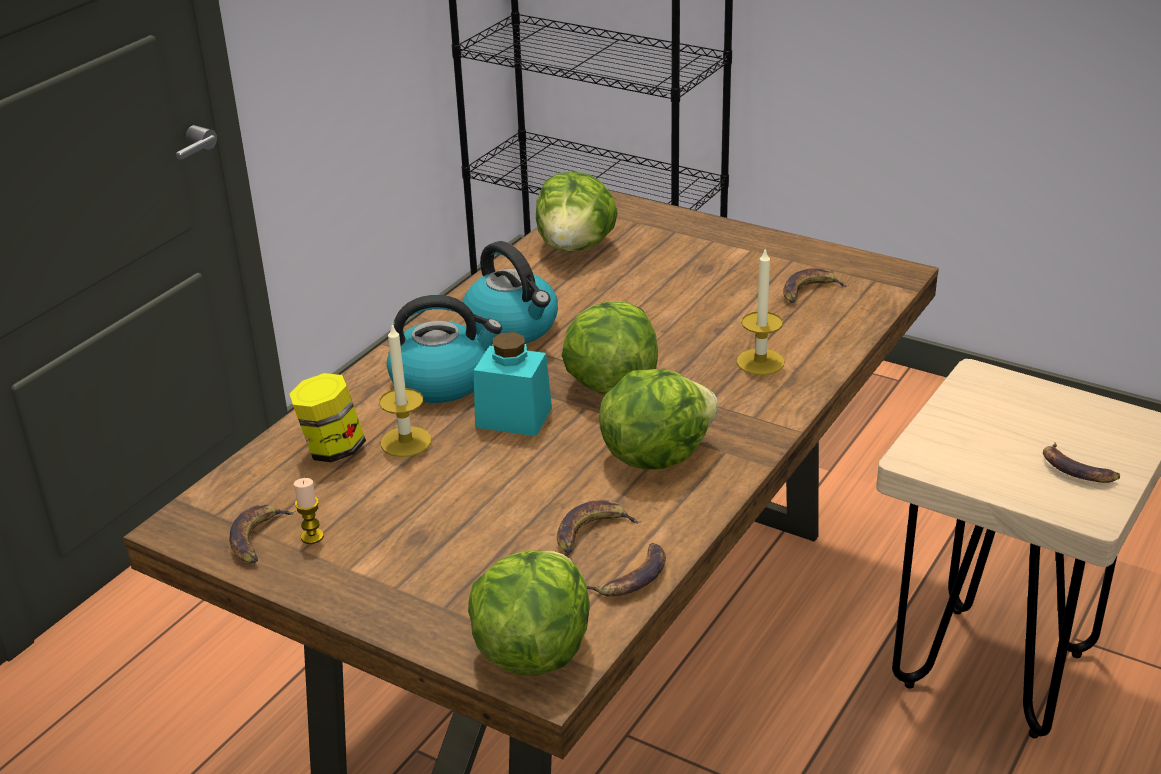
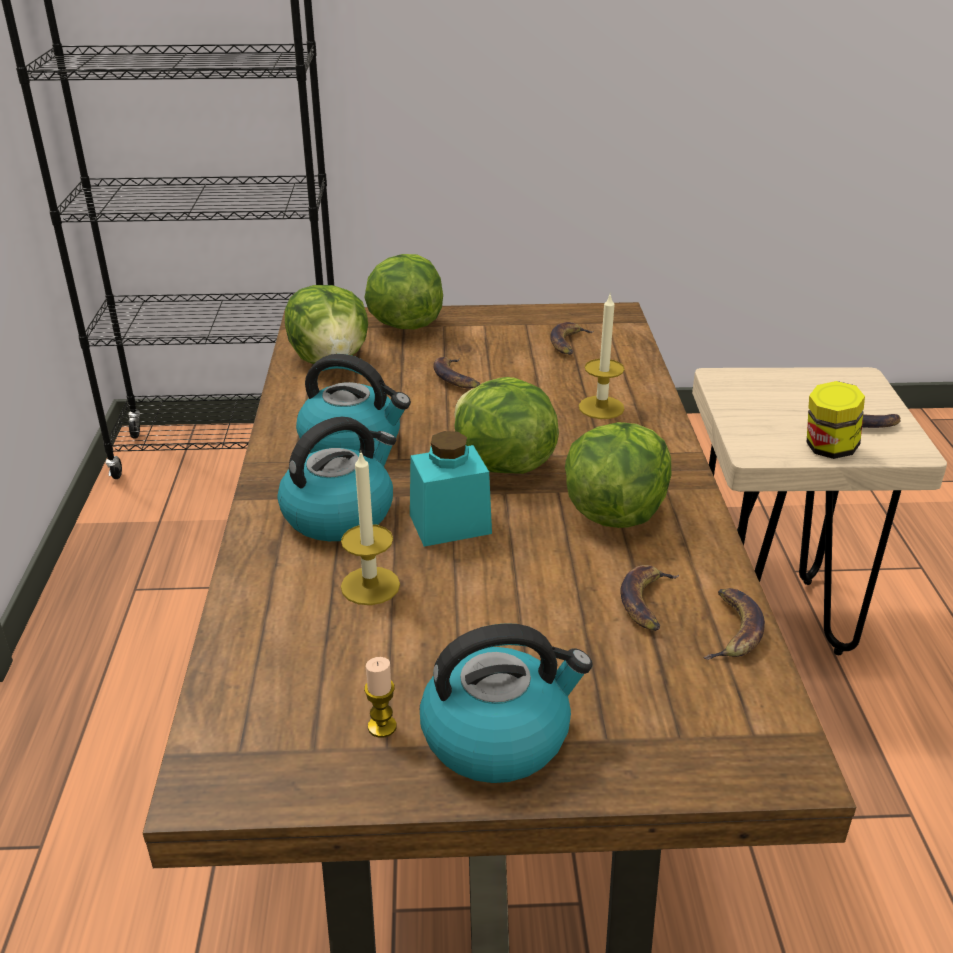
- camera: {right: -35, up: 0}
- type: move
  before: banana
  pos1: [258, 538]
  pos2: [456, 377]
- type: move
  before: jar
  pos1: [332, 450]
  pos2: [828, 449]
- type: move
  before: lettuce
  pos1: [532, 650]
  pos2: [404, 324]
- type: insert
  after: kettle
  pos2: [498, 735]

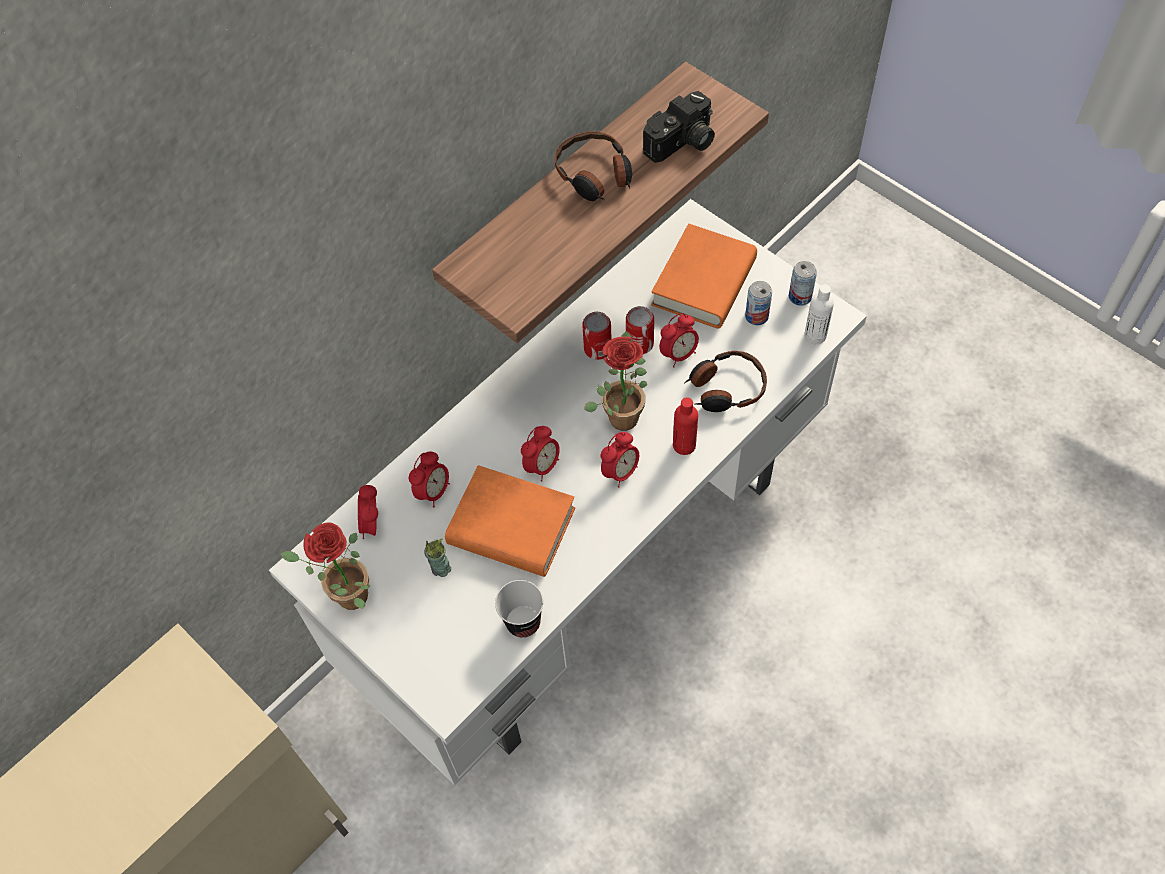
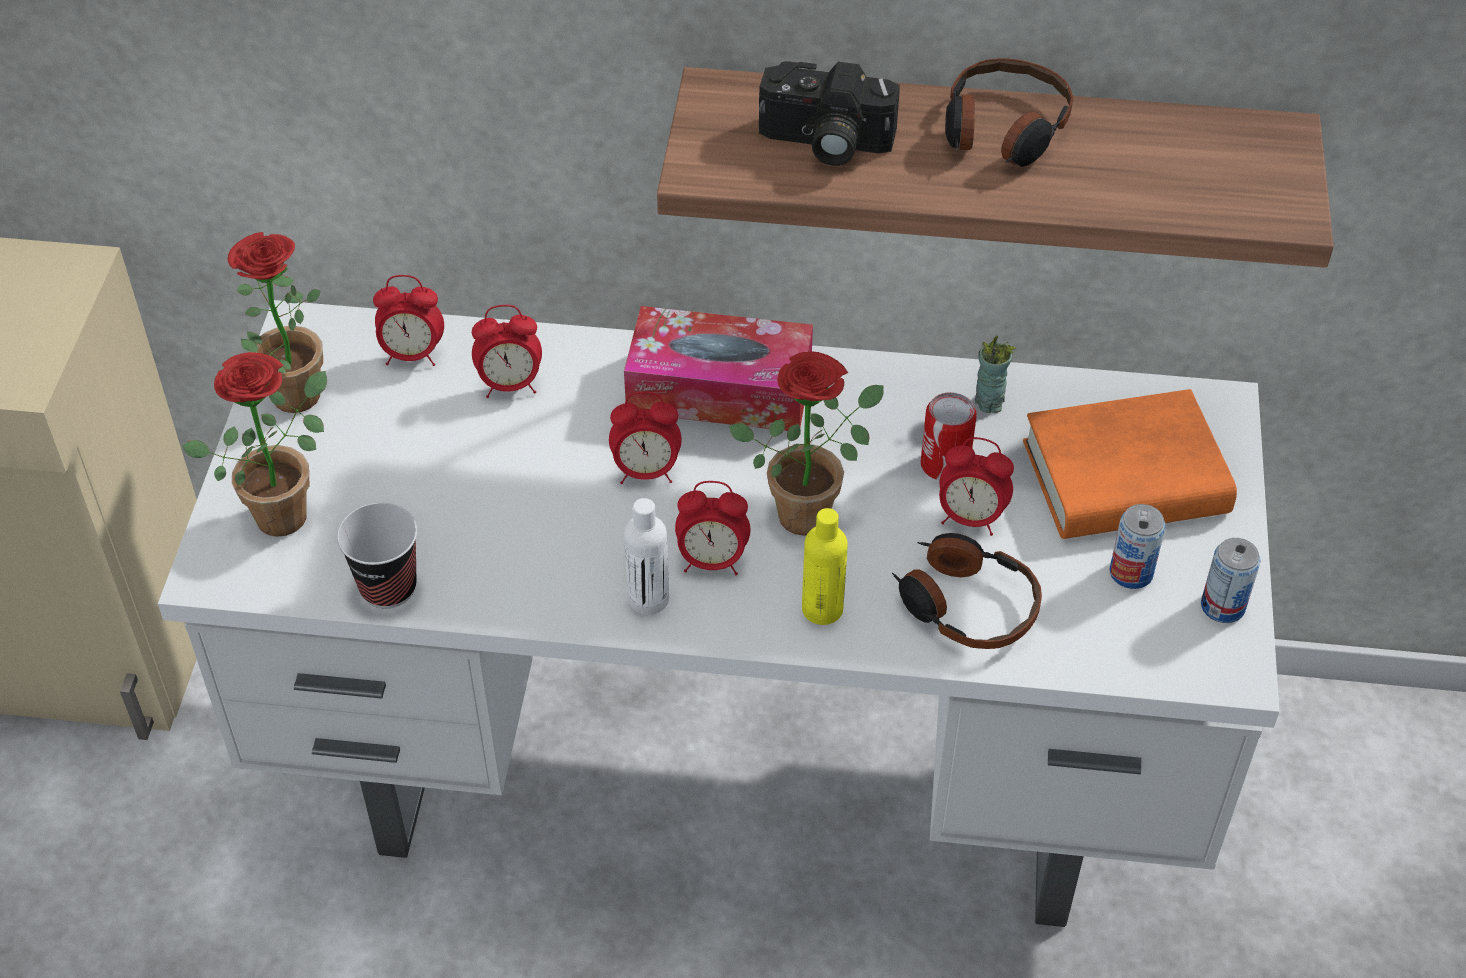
- camera: {right: 50, up: -10}
- type: rotate
  before: alarm clock
  pos1: [372, 524]
  pos2: [412, 355]
  turn: -135
- type: move
  before: cup
  pos1: [440, 569]
  pos2: [988, 402]
- type: delete
  before: book/orange
  pos1: [511, 527]
- type: delete
  before: can
  pos1: [597, 349]
- type: move
  before: photo camera
  pos1: [682, 143]
  pos2: [824, 143]
- type: recolor
  before: bottle/red
  after: bottle/yellow
  pos1: [684, 445]
  pos2: [822, 609]
- type: move
  before: bottle/white
  pos1: [815, 335]
  pos2: [648, 599]
- type: insert
  after: potted plant
  pos2: [287, 508]
- type: insert
  after: tissue box
  pos2: [719, 389]

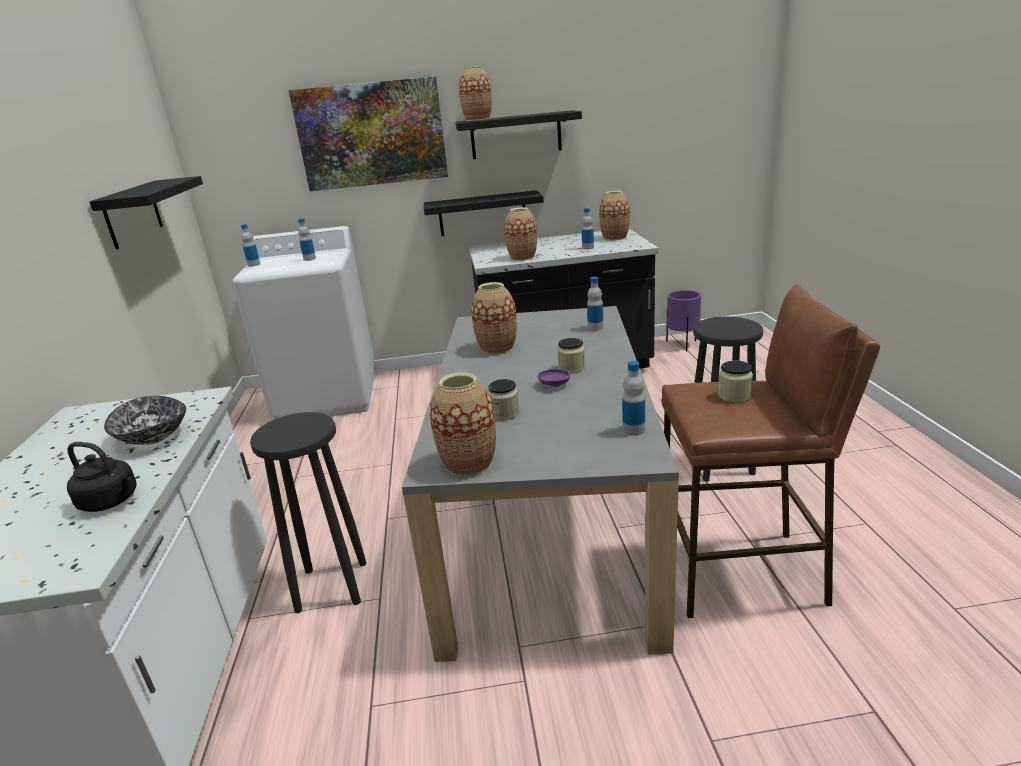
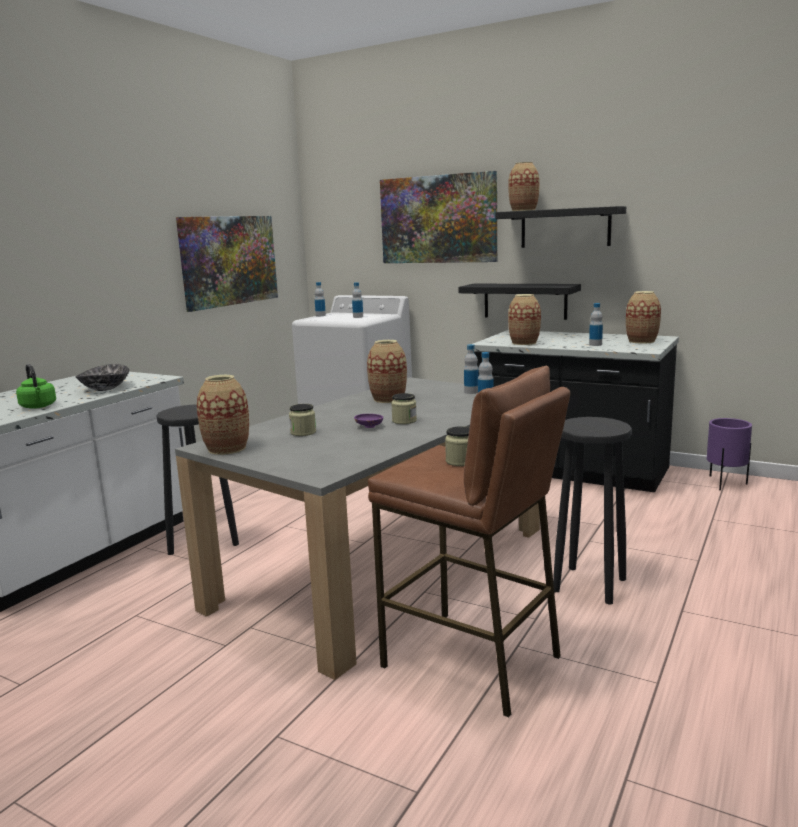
- camera: {right: 35, up: -10}
- type: recolor
  before: kettle/black
  after: kettle/green
  pos1: [112, 501]
  pos2: [38, 407]
- type: replace
  before: shelf/black
  after: picture
  pos1: [132, 213]
  pos2: [229, 260]
- type: move
  before: bottle
  pos1: [633, 430]
  pos2: [471, 392]

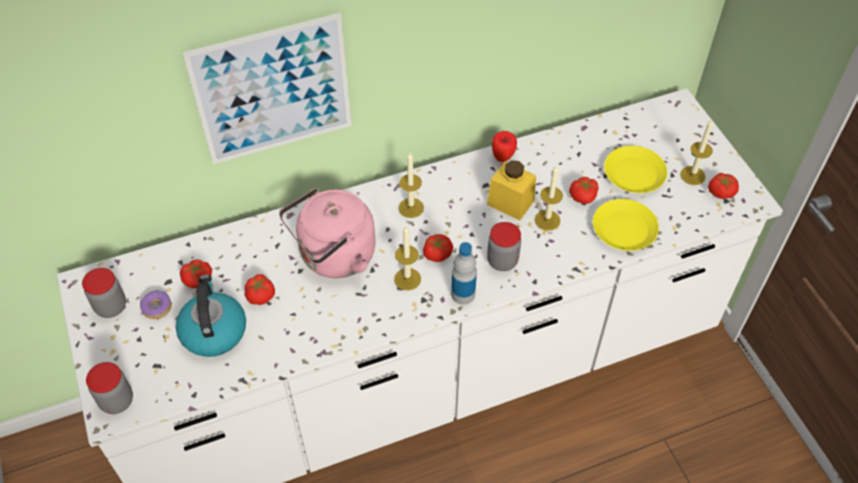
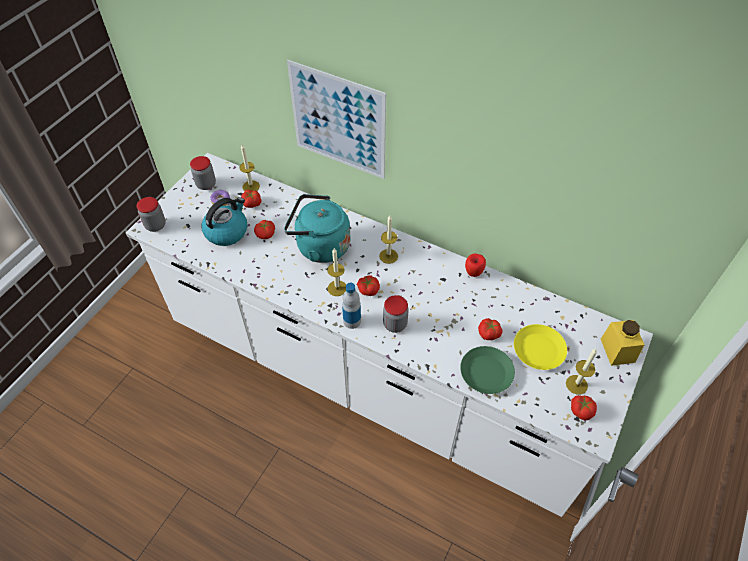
- camera: {right: 50, up: 0}
- type: recolor
  before: kettle/pink
  after: kettle/turquoise
  pos1: [334, 257]
  pos2: [319, 246]
- type: move
  before: jar/yellow
  pos1: [510, 202]
  pos2: [617, 350]
- type: move
  before: candle
  pos1: [547, 220]
  pos2: [251, 186]
- type: recolor
  before: plate/yellow
  after: plate/green
  pos1: [623, 230]
  pos2: [485, 372]

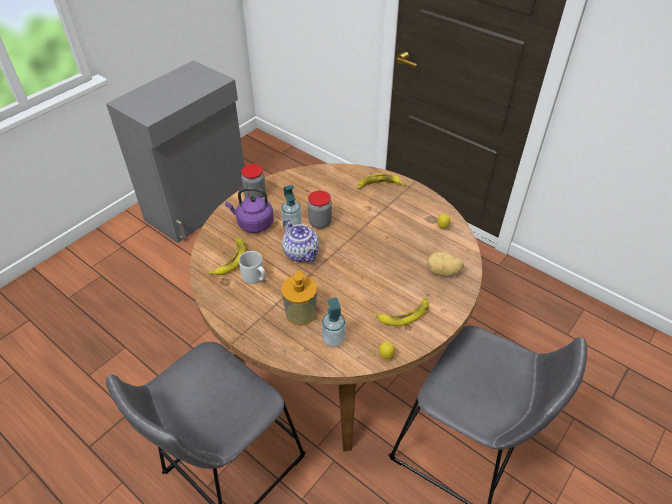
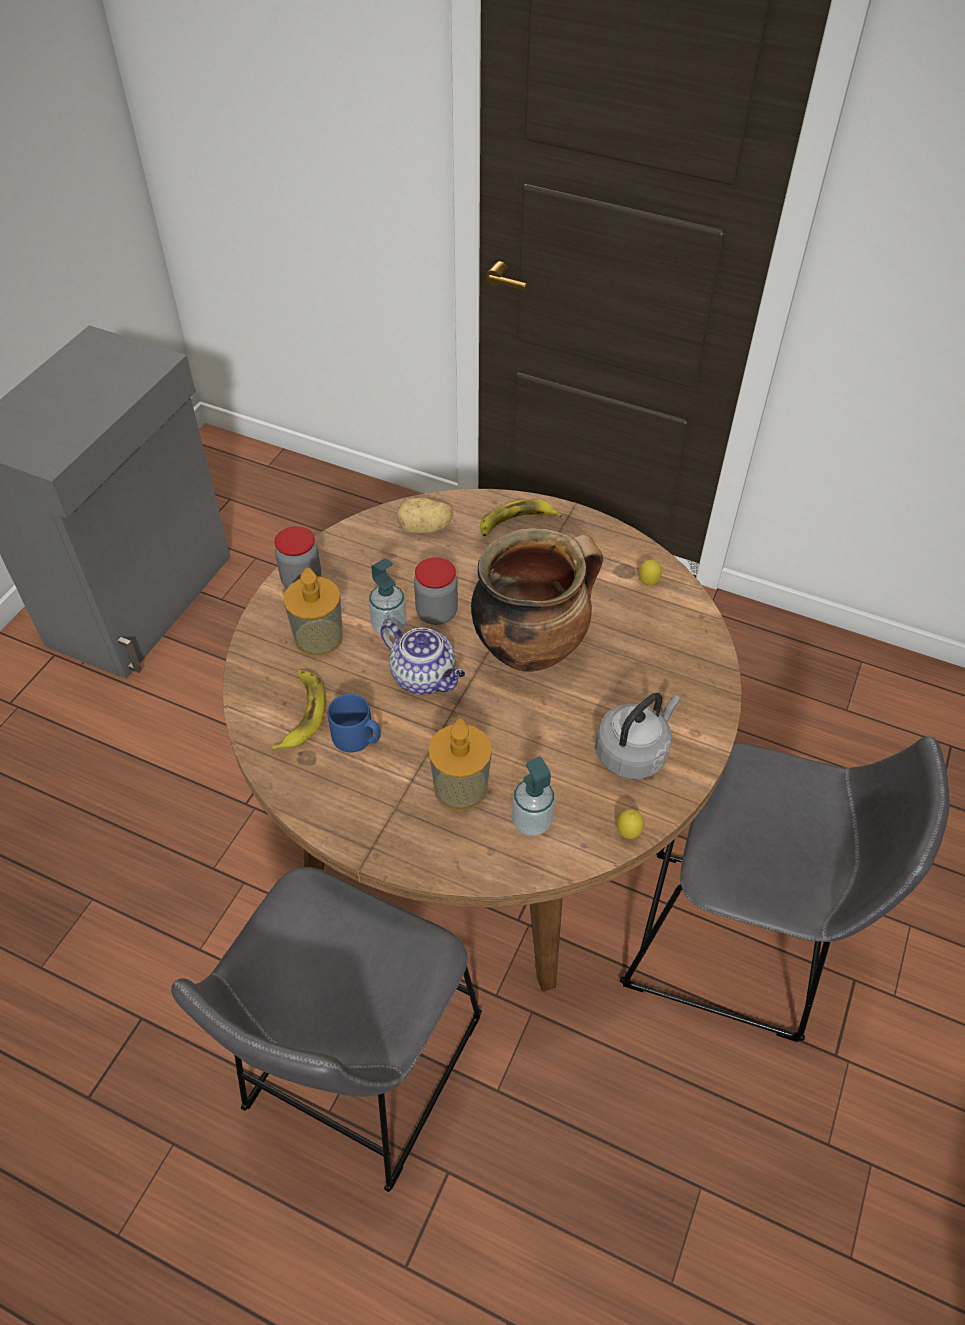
- camera: {right: -15, up: 5}
- type: replace
  before: kettle/purple
  after: soap dispenser
  pos1: [253, 224]
  pos2: [318, 637]
- type: recolor
  before: mug/grey
  after: mug/blue
  pos1: [255, 277]
  pos2: [357, 738]
- type: replace
  before: banana
  after: kettle/grey
  pos1: [404, 314]
  pos2: [633, 752]
- type: move
  before: potato
  pos1: [443, 272]
  pos2: [425, 529]
- type: insert
  after: cooking pot
  pos2: [530, 648]

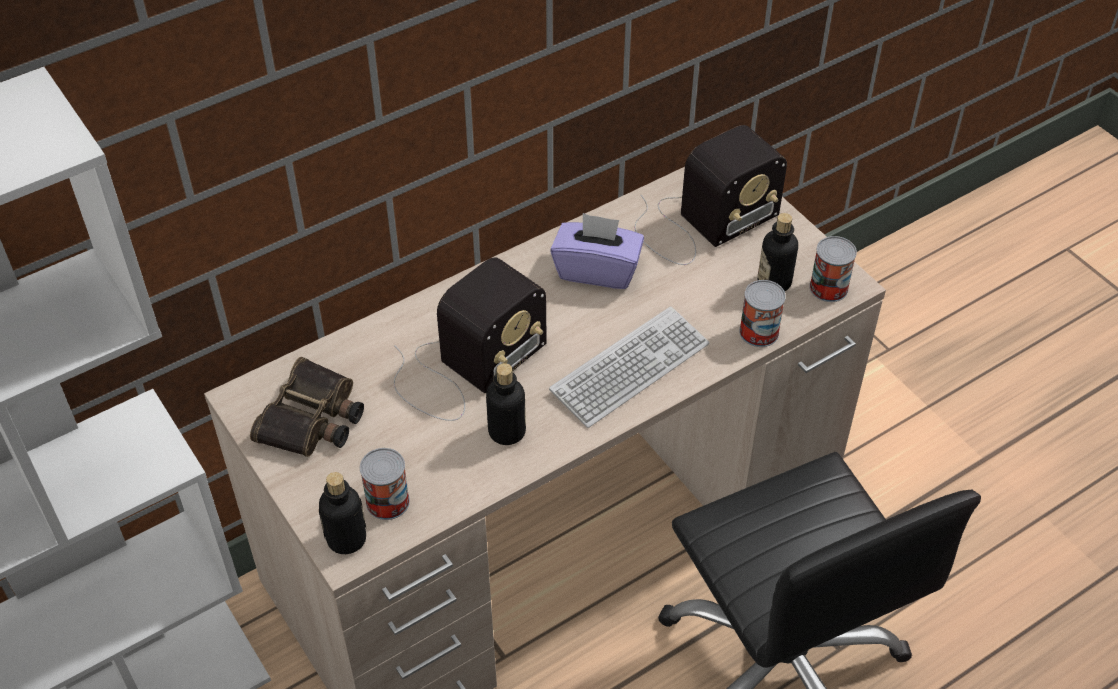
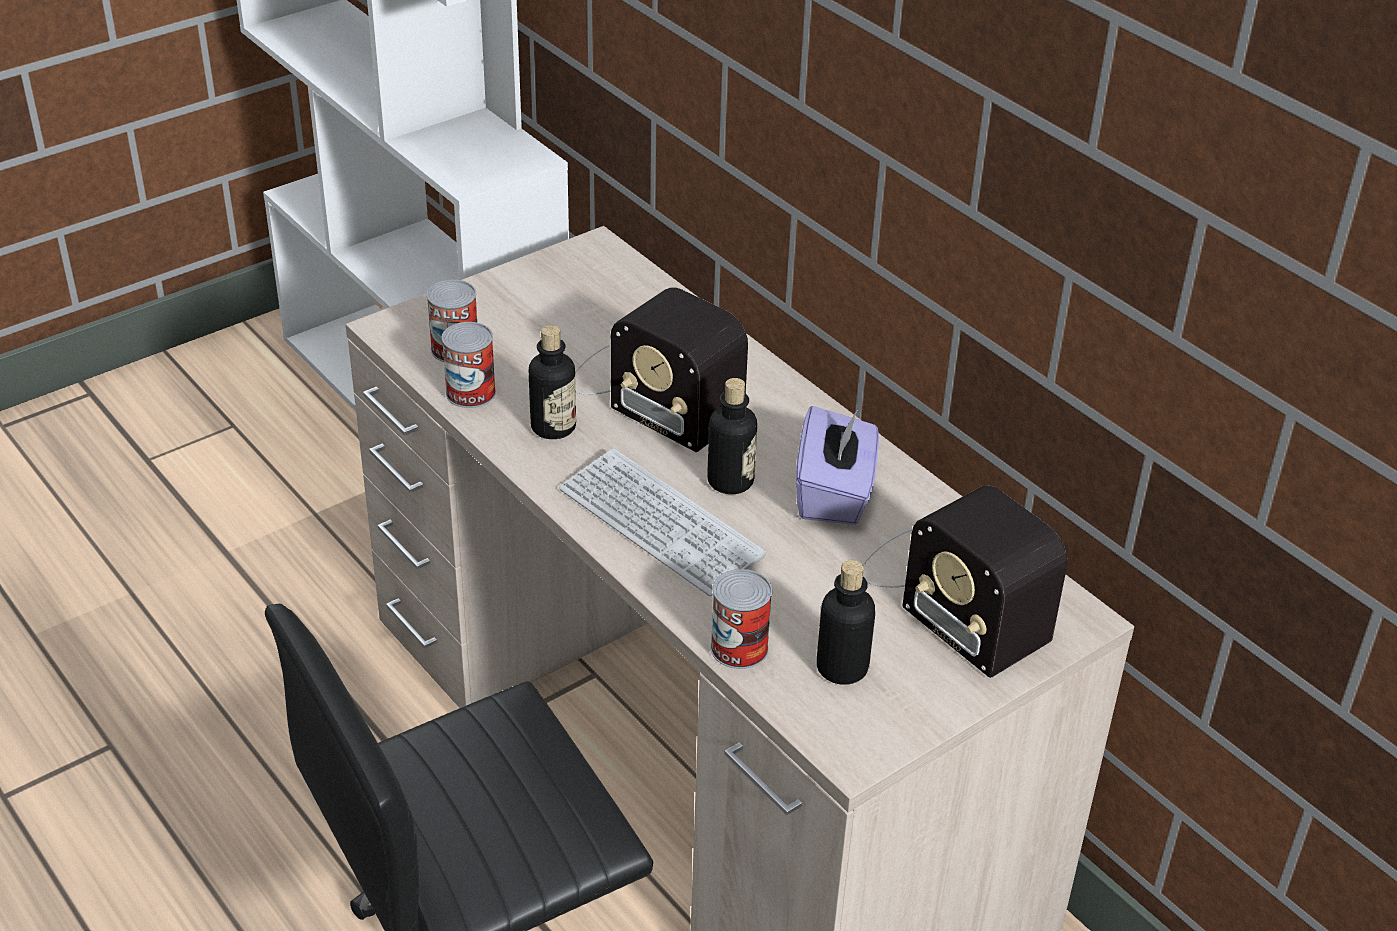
- camera: {right: 85, up: -10}
- type: delete
  before: binoculars
  pos1: [313, 419]
- type: move
  before: bottle
  pos1: [346, 539]
  pos2: [730, 481]
- type: move
  before: can
  pos1: [828, 288]
  pos2: [470, 393]

